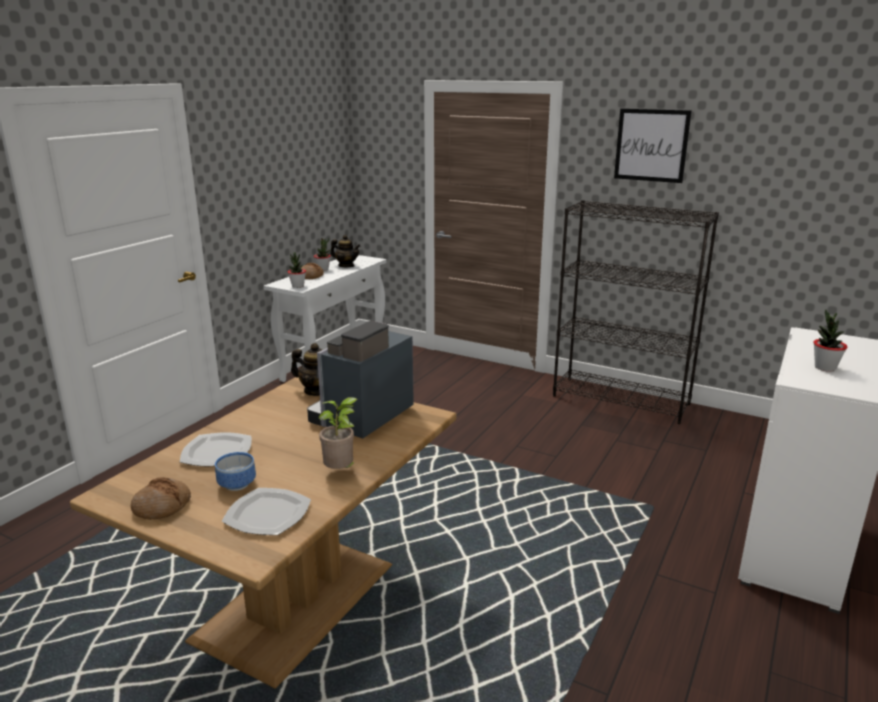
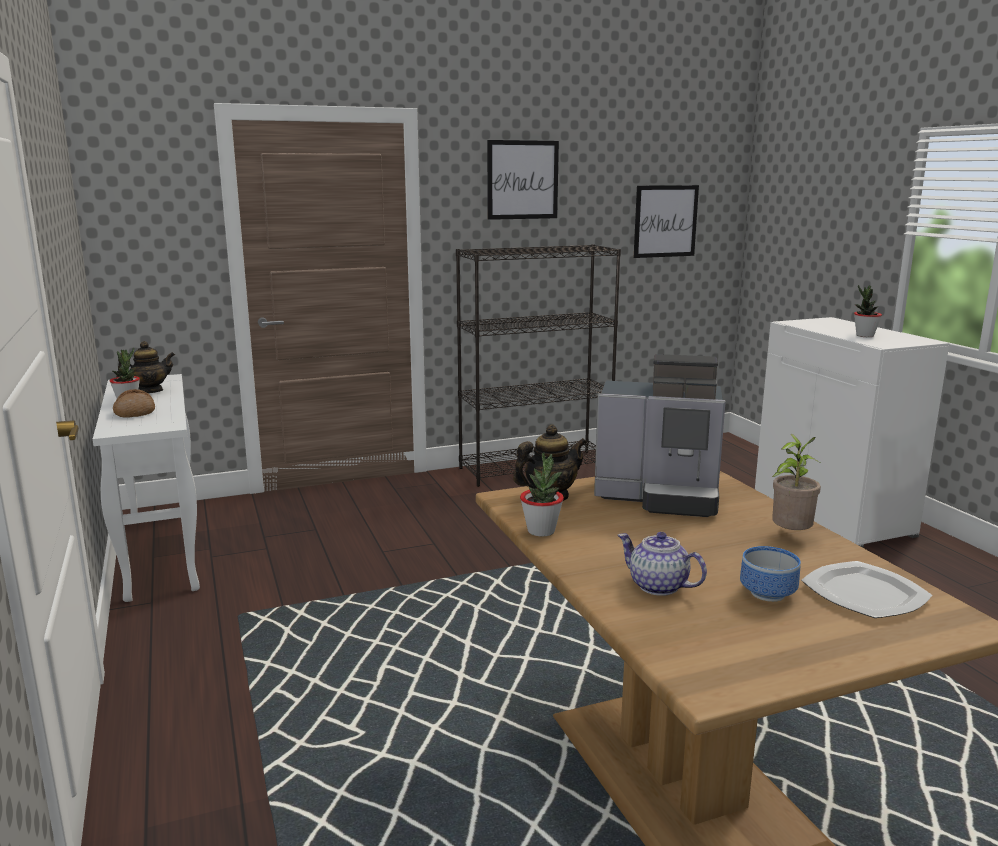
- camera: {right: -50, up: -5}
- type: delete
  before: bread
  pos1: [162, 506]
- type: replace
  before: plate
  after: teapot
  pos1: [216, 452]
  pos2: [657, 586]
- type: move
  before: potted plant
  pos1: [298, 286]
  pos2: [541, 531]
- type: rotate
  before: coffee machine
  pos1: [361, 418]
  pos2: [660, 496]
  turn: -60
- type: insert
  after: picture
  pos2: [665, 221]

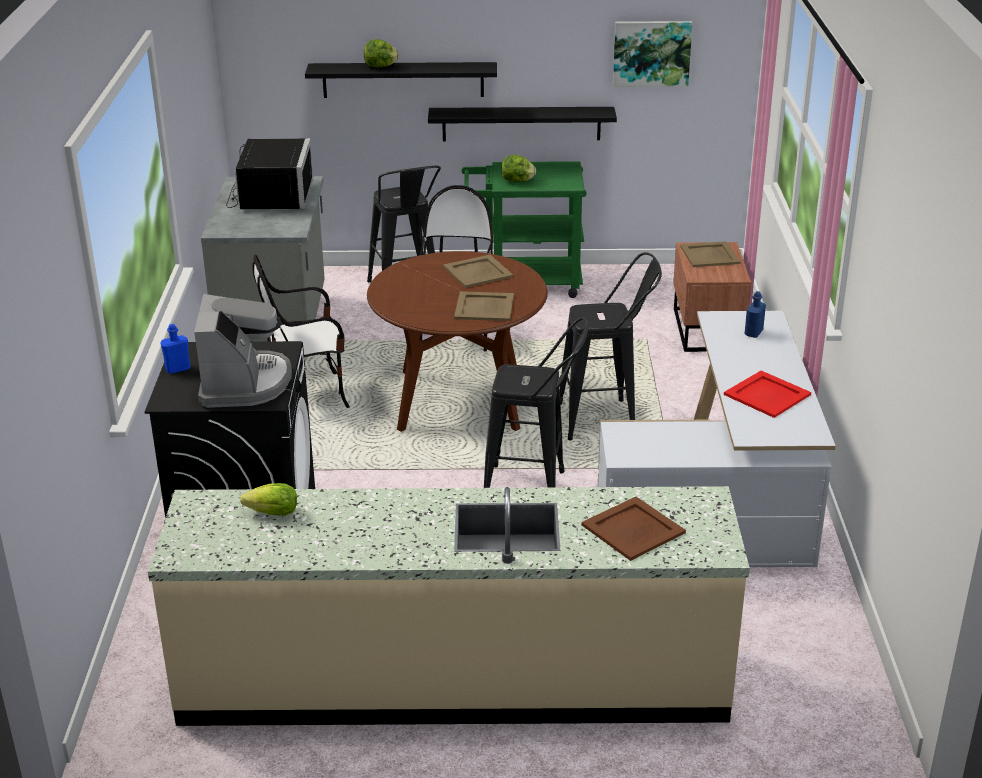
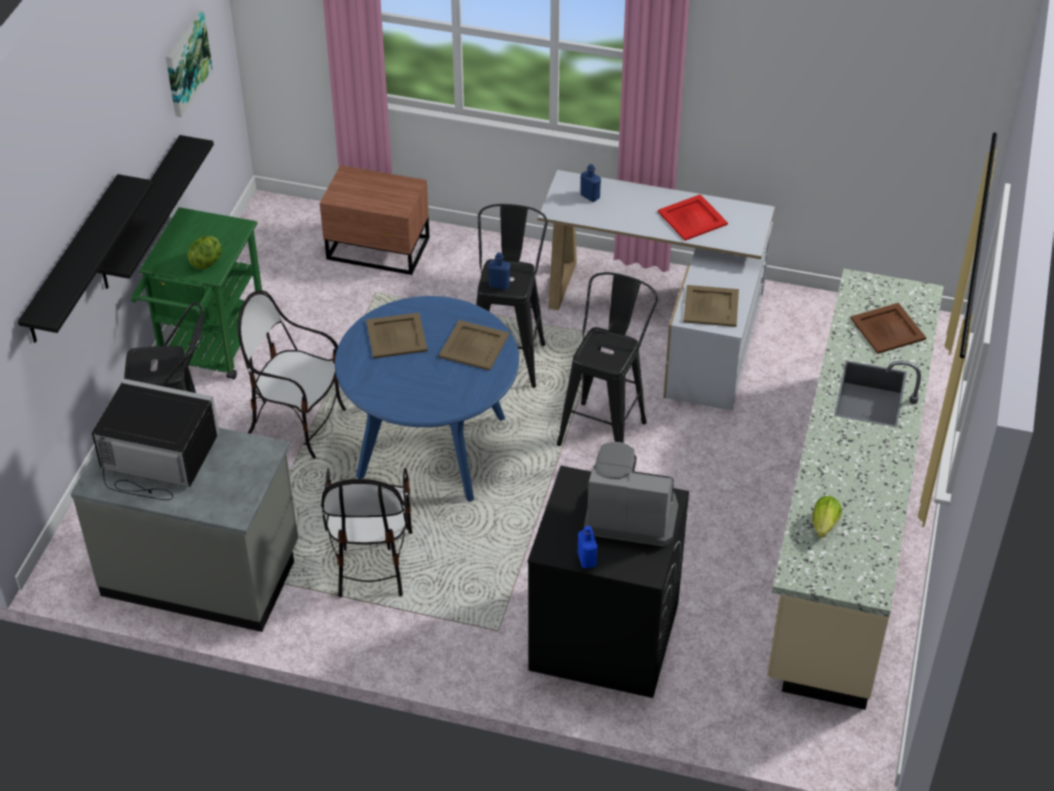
- camera: {right: -75, up: 15}
- type: delete
  before: lettuce
  pos1: [380, 66]
- type: recolor
  before: dining table/brown
  after: dining table/blue
  pos1: [459, 400]
  pos2: [431, 447]
- type: move
  before: tray/beige
  pos1: [710, 255]
  pos2: [711, 306]
- type: insert
  after: bottle/blue
  pos2: [499, 285]

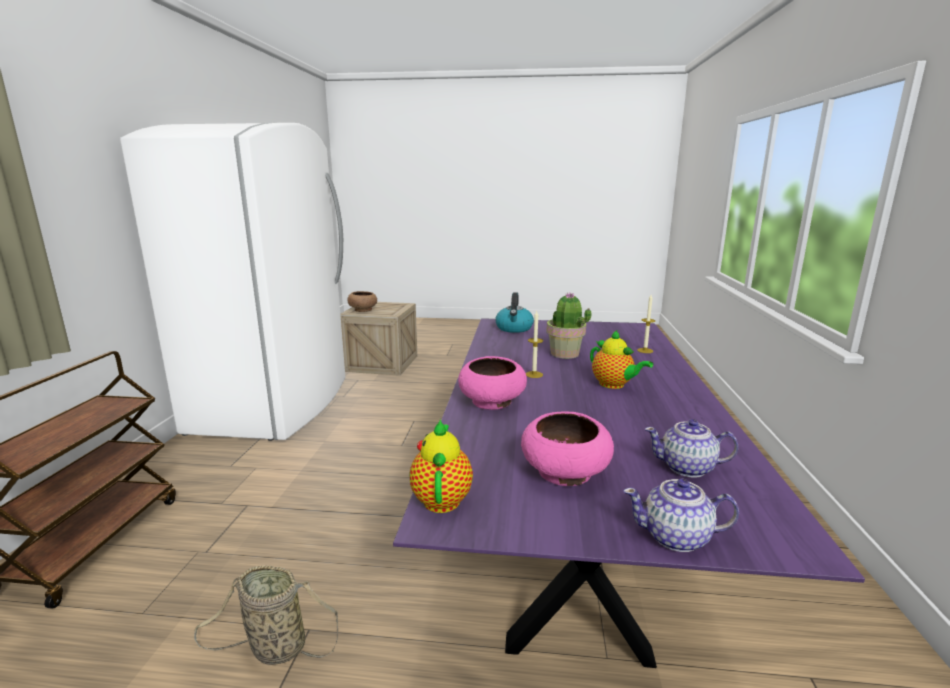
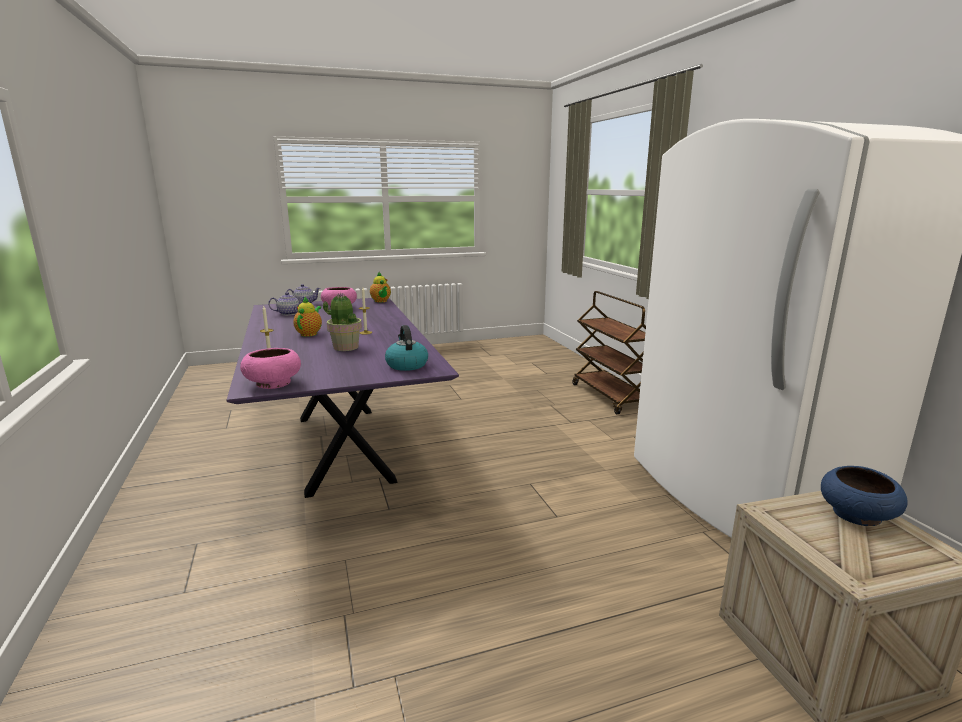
- camera: {right: 155, up: 0}
- type: delete
  before: basket
  pos1: [274, 648]
- type: recolor
  before: bowl/brown
  after: bowl/blue
  pos1: [363, 310]
  pos2: [857, 515]
- type: move
  before: bowl/pink
  pos1: [492, 402]
  pos2: [273, 383]
- type: rotate
  before: teapot
  pos1: [614, 385]
  pos2: [310, 333]
  turn: 75

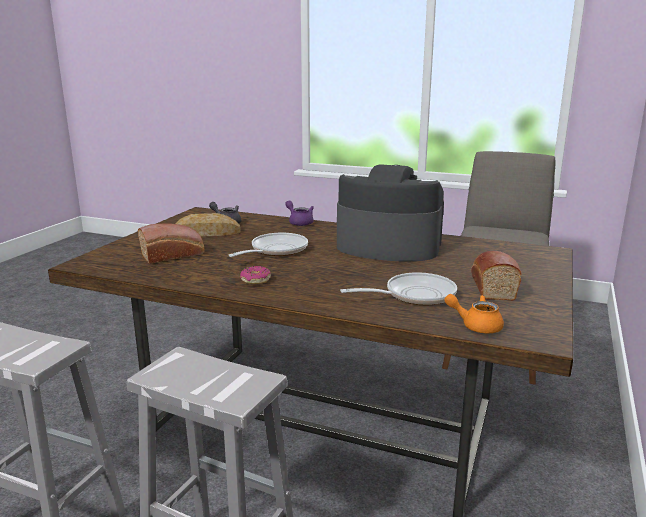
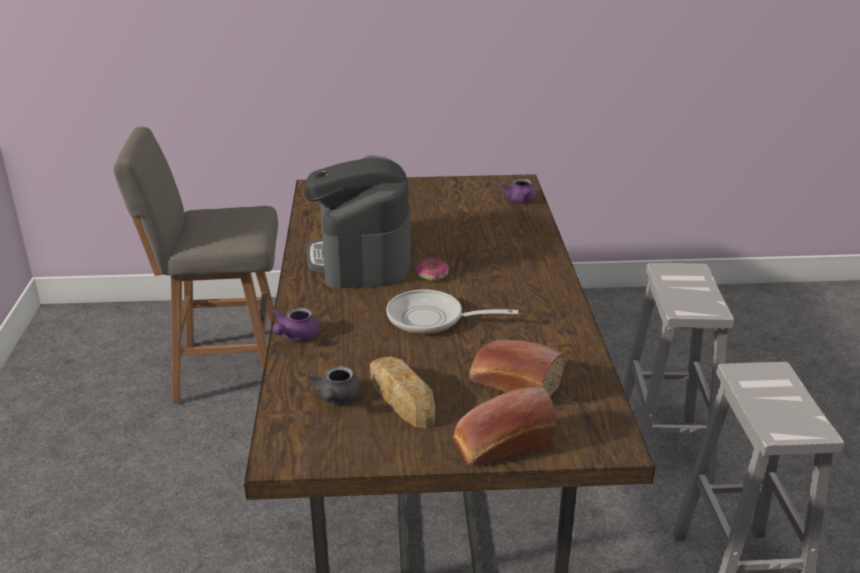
- camera: {right: -115, up: 10}
- type: move
  before: donut
  pos1: [255, 280]
  pos2: [432, 275]
- type: delete
  before: frying pan
  pos1: [414, 295]
- type: recolor
  before: teapot/orange
  after: teapot/purple
  pos1: [476, 325]
  pos2: [521, 200]
- type: move
  before: bread
  pos1: [492, 287]
  pos2: [500, 445]

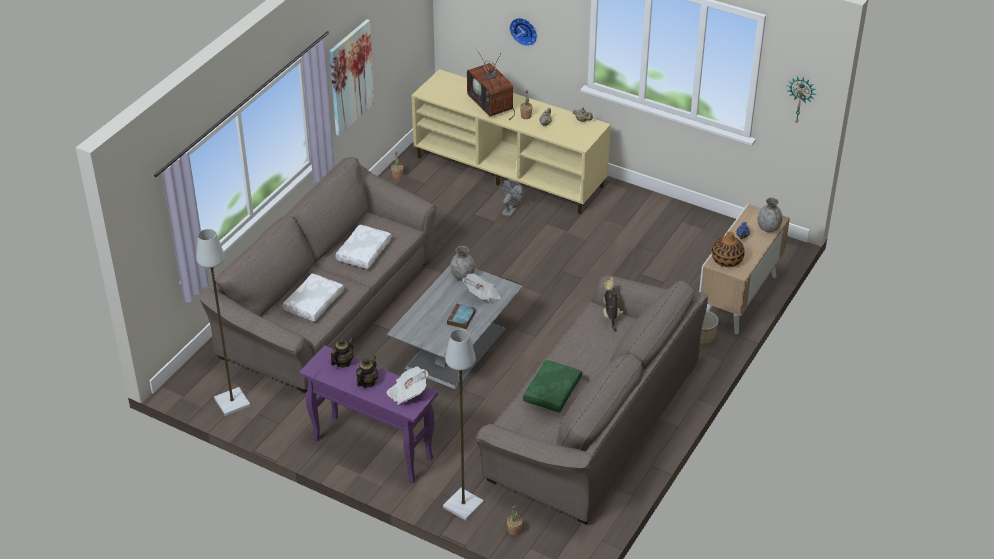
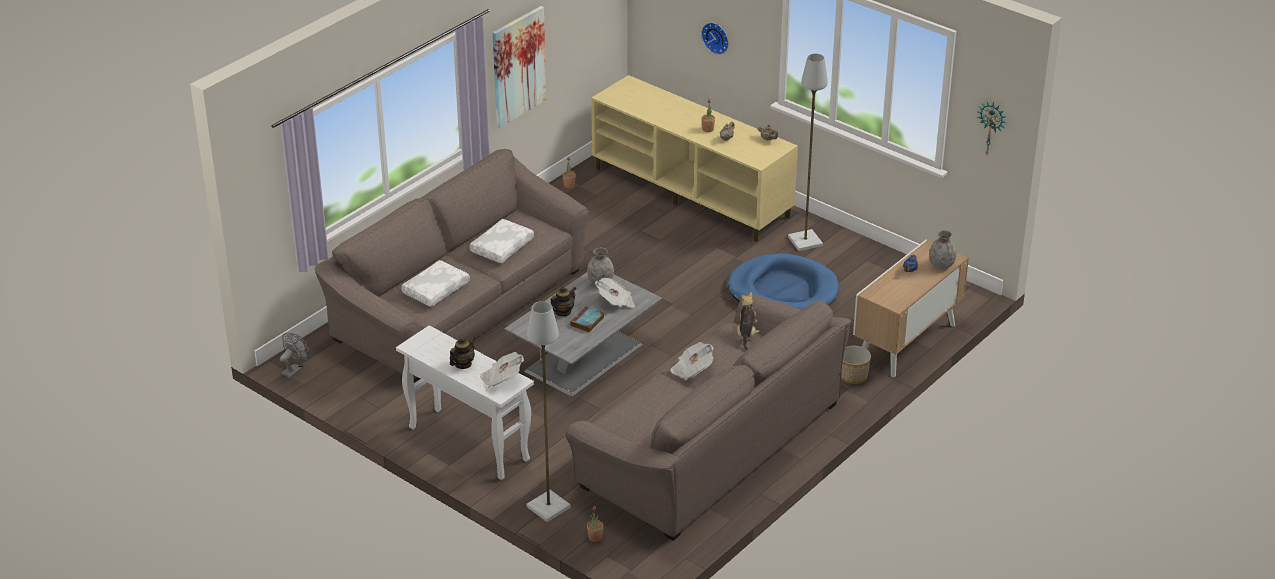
- camera: {right: 10, up: -5}
- type: move
  before: floor lamp/grey
  pos1: [233, 402]
  pos2: [806, 241]
- type: recolor
  before: console table/purple
  after: console table/white
  pos1: [371, 449]
  pos2: [467, 443]
- type: move
  before: teapot
  pos1: [343, 362]
  pos2: [563, 312]
- type: delete
  before: television
  pos1: [492, 105]
- type: move
  before: fan/grey
  pos1: [510, 210]
  pos2: [295, 370]
- type: delete
  before: pillow/green
  pos1: [553, 392]
- type: delete
  before: vase
  pos1: [727, 260]
- type: insert
  after: newspaper
  pos2: [692, 370]
- type: insert
  after: dog bed/blue
  pos2: [783, 291]

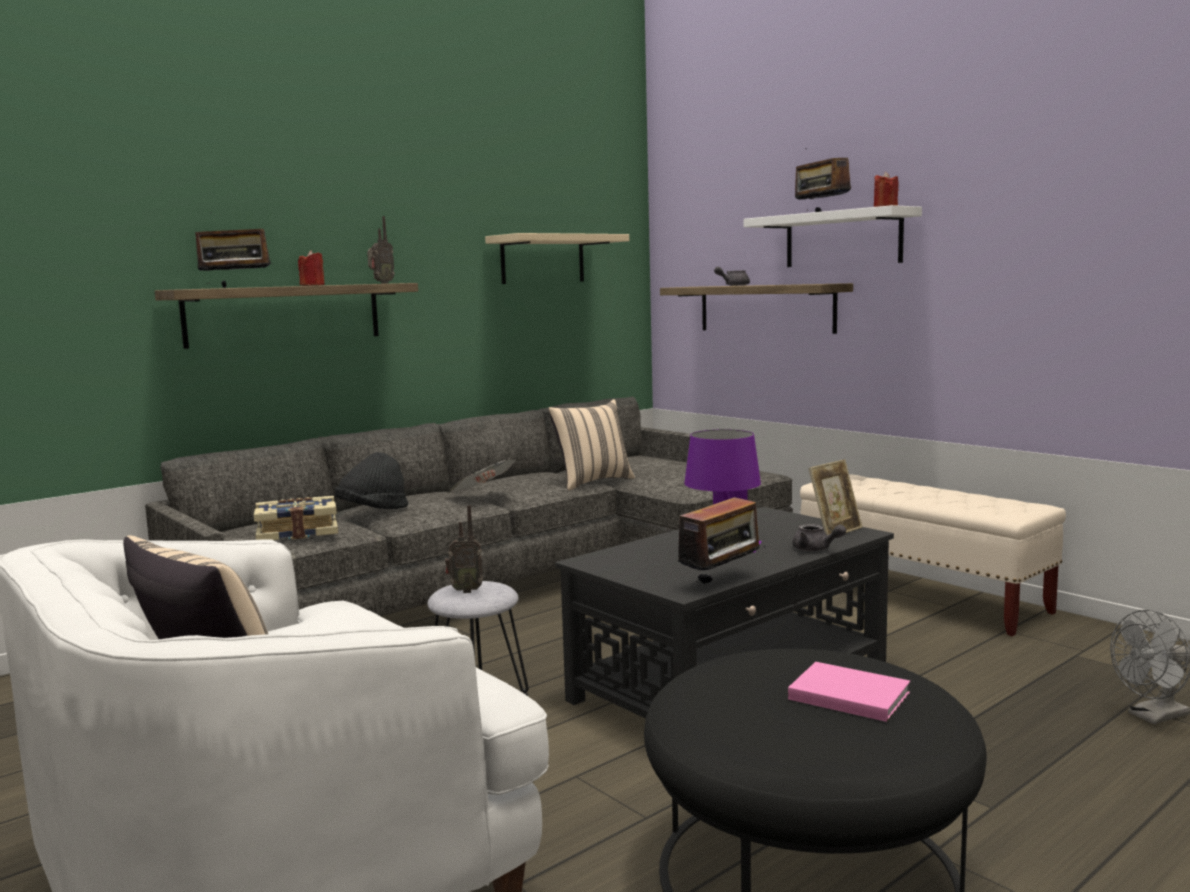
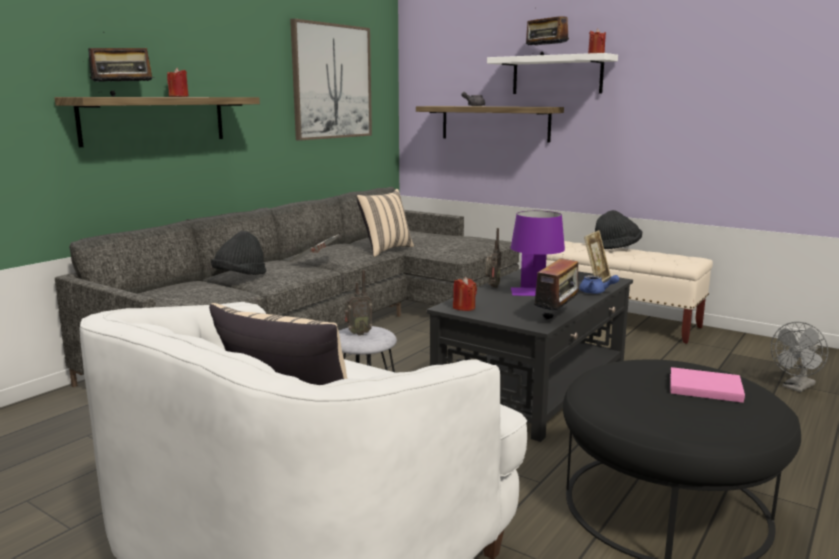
- camera: {right: -15, up: 5}
- type: delete
  before: book
  pos1: [297, 532]
- type: move
  before: radio
  pos1: [381, 283]
  pos2: [492, 287]
- type: replace
  before: shelf/beige
  after: picture
  pos1: [542, 259]
  pos2: [332, 81]
- type: recolor
  before: teapot/grey
  after: teapot/blue
  pos1: [816, 549]
  pos2: [596, 292]
- type: insert
  after: candle/red
  pos2: [464, 308]
- type: insert
  after: hat/black
  pos2: [616, 248]

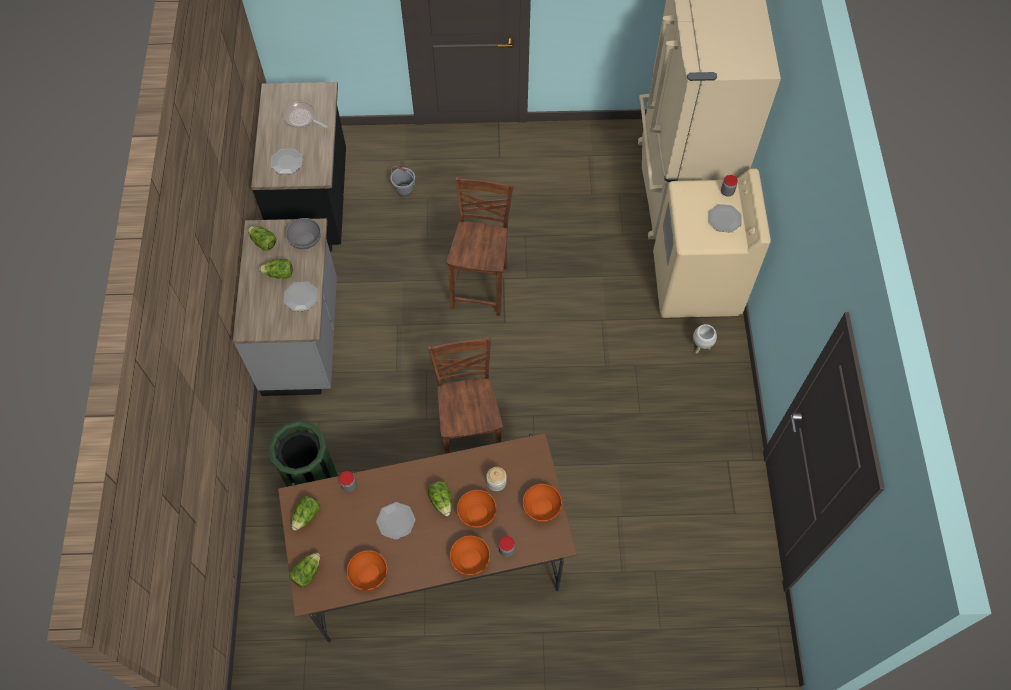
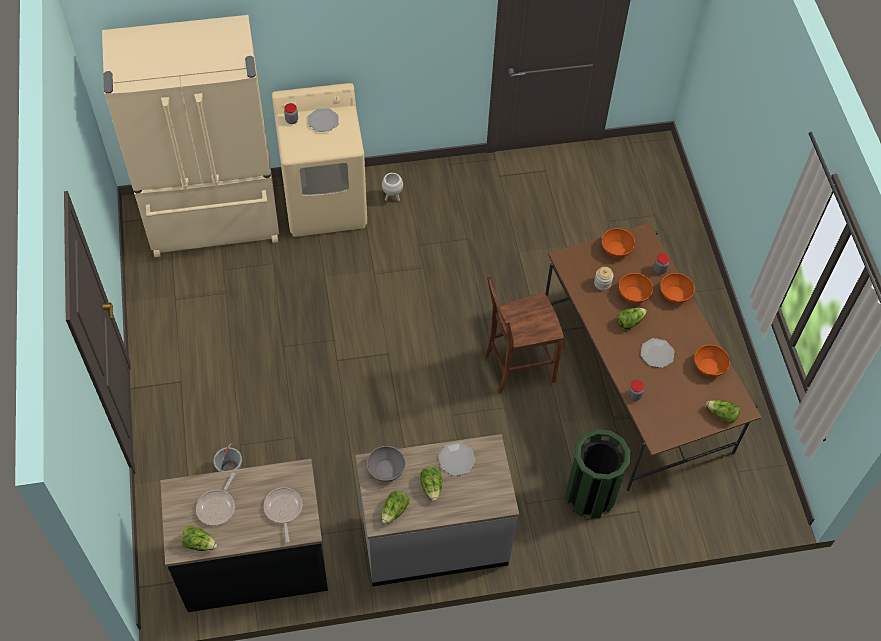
- camera: {right: -100, up: -5}
- type: replace
  before: plate
  after: frying pan
  pos1: [286, 162]
  pos2: [283, 510]
- type: move
  before: lettuce
  pos1: [306, 515]
  pos2: [199, 543]
- type: delete
  before: chair/brown
  pos1: [482, 286]

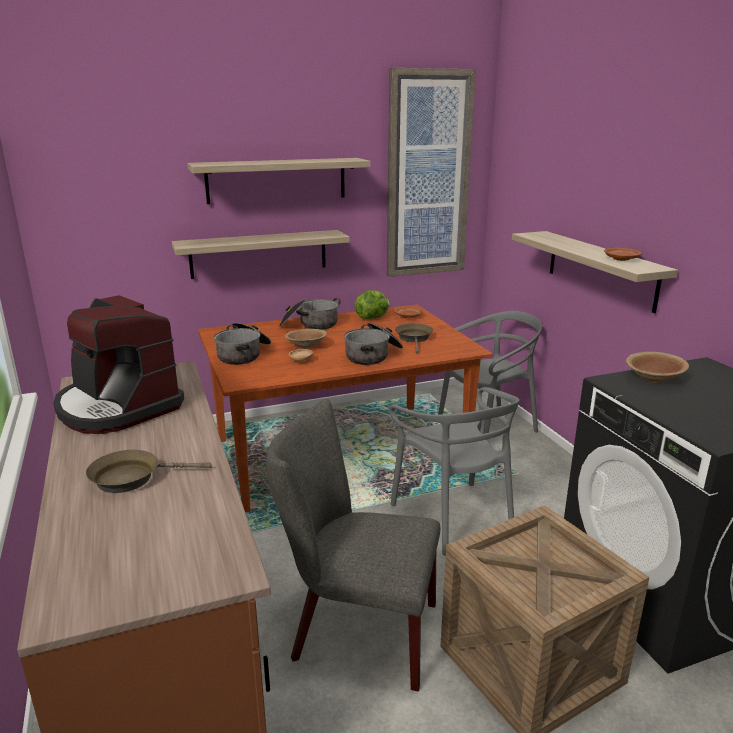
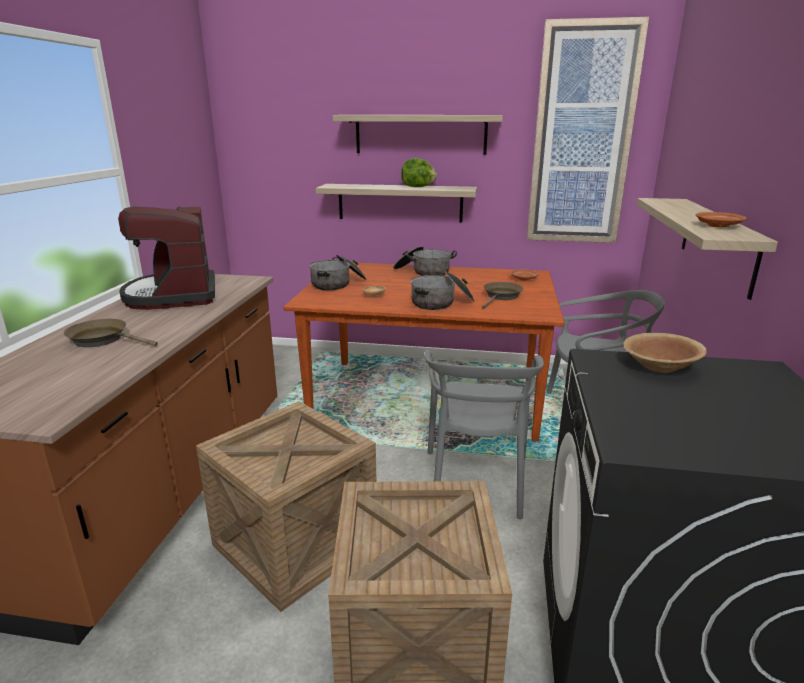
- camera: {right: 30, up: 0}
- type: replace
  before: chair/grey
  after: crate
  pos1: [355, 630]
  pos2: [295, 543]
- type: delete
  before: bowl/brown
  pos1: [306, 346]
- type: move
  before: lettuce
  pos1: [372, 318]
  pos2: [418, 187]

